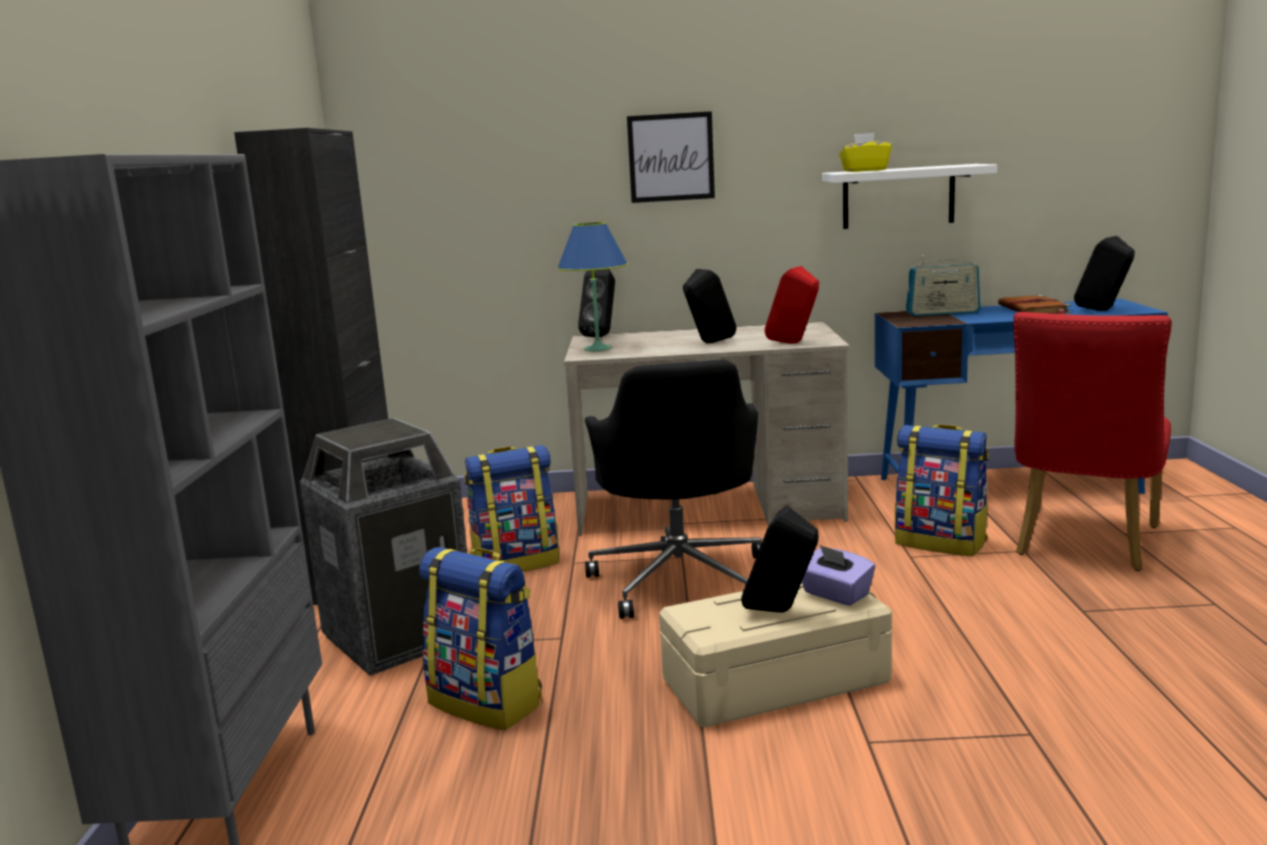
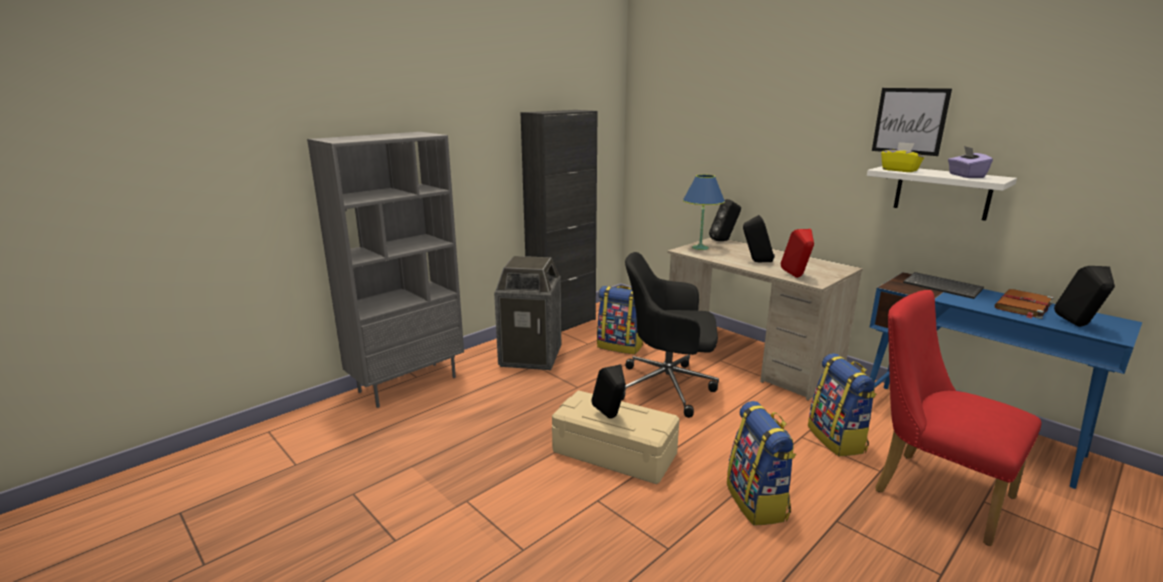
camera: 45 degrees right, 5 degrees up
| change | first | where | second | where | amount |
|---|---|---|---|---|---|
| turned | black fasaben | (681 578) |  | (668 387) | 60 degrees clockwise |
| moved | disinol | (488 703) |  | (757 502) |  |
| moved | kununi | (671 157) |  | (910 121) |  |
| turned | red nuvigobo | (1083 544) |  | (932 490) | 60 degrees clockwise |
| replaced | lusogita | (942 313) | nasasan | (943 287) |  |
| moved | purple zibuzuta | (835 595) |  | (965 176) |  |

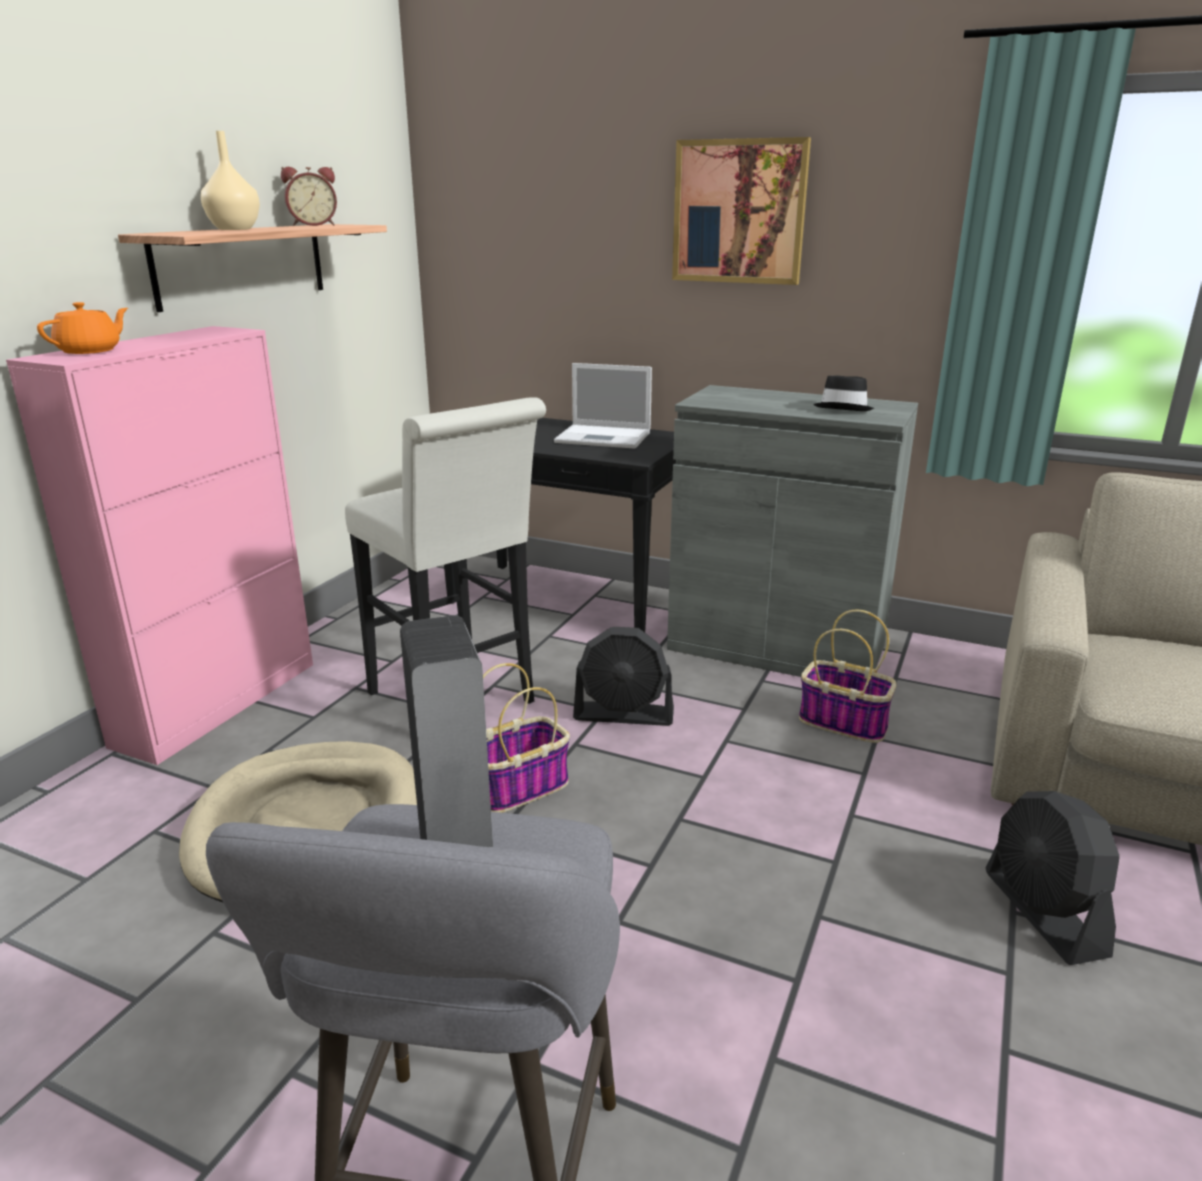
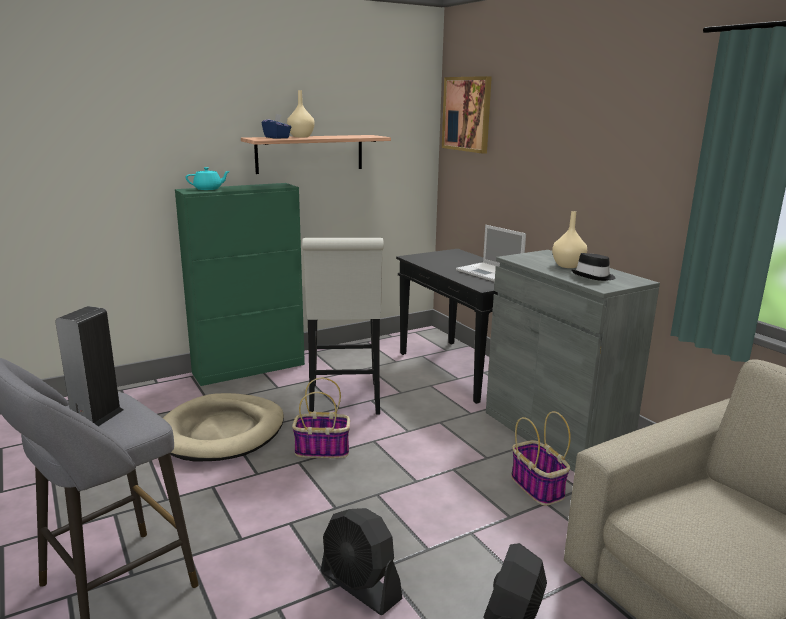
camera: 35 degrees right, 5 degrees down
| change | first | where | second | where | amount |
|---|---|---|---|---|---|
| recoloured | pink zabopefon | (219 702) | green zabopefon | (250 368) |  |
| recoloured | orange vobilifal | (90 351) | turquoise vobilifal | (208 189) |  |
| added |  |  | blue zibuzuta | (277 137) |  |
| moved | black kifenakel | (624 714) |  | (360 586) |  |
| moved | kununi | (739 212) |  | (467 114) |  |
| added |  |  | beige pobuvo | (568 266) |  |
| removed | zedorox | (313 225) |  |  |  |

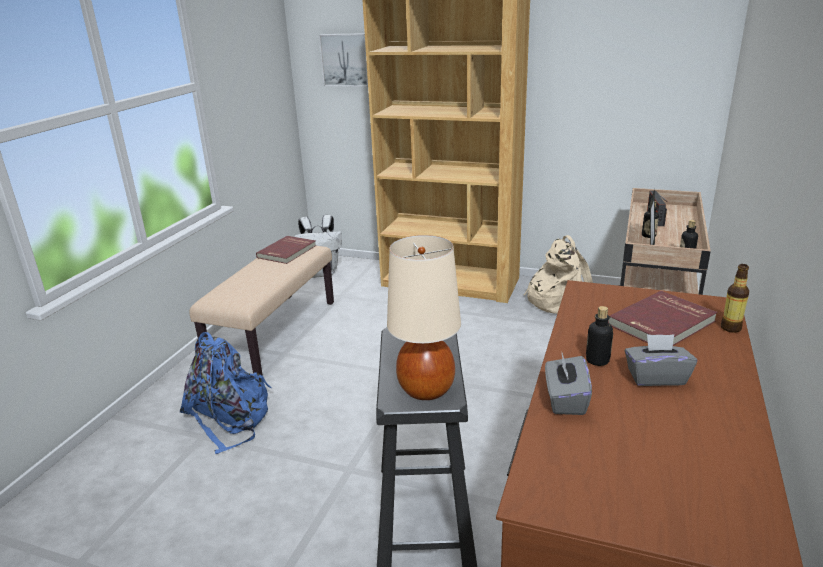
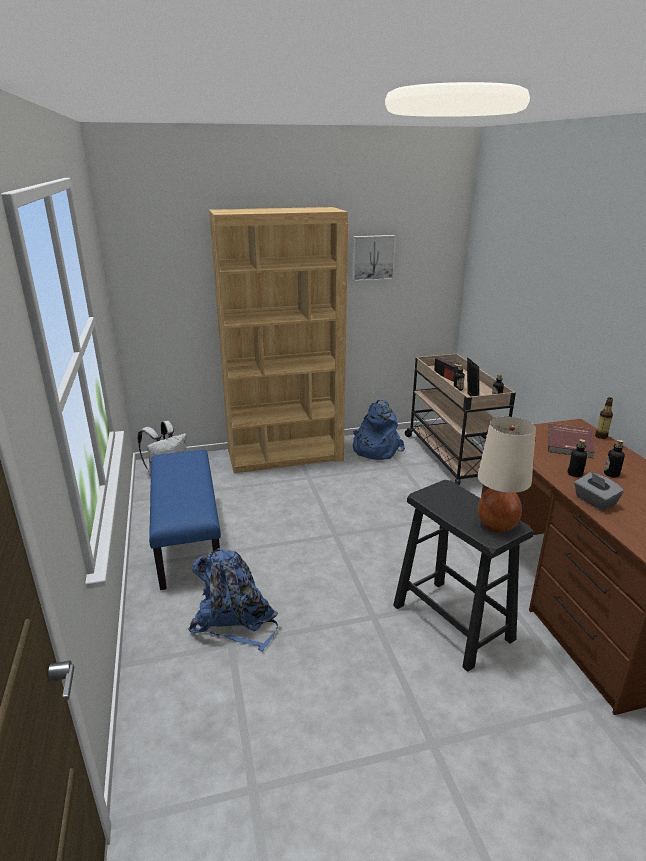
camera: 35 degrees left, 0 degrees up
| change | first | where | second | where | amount |
|---|---|---|---|---|---|
| recoloured | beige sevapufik | (274 333) | blue sevapufik | (187 539) |  |
| moved | kununi | (346 60) |  | (372 257) |  |
| recoloured | beige disinol | (558 300) | blue disinol | (374 449) |  |
| replaced | grey zibuzuta | (656 377) | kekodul | (611 474) |  |
| removed | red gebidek | (287 252) |  |  |  |

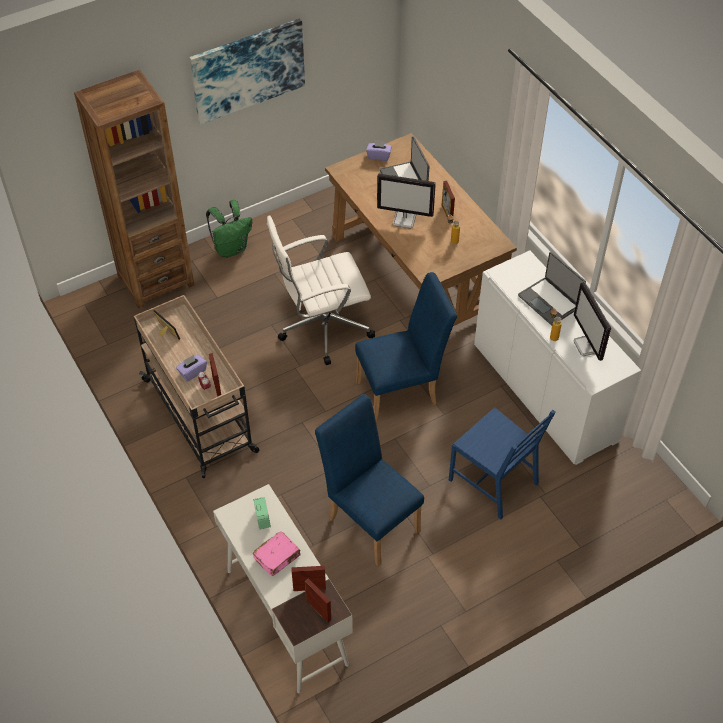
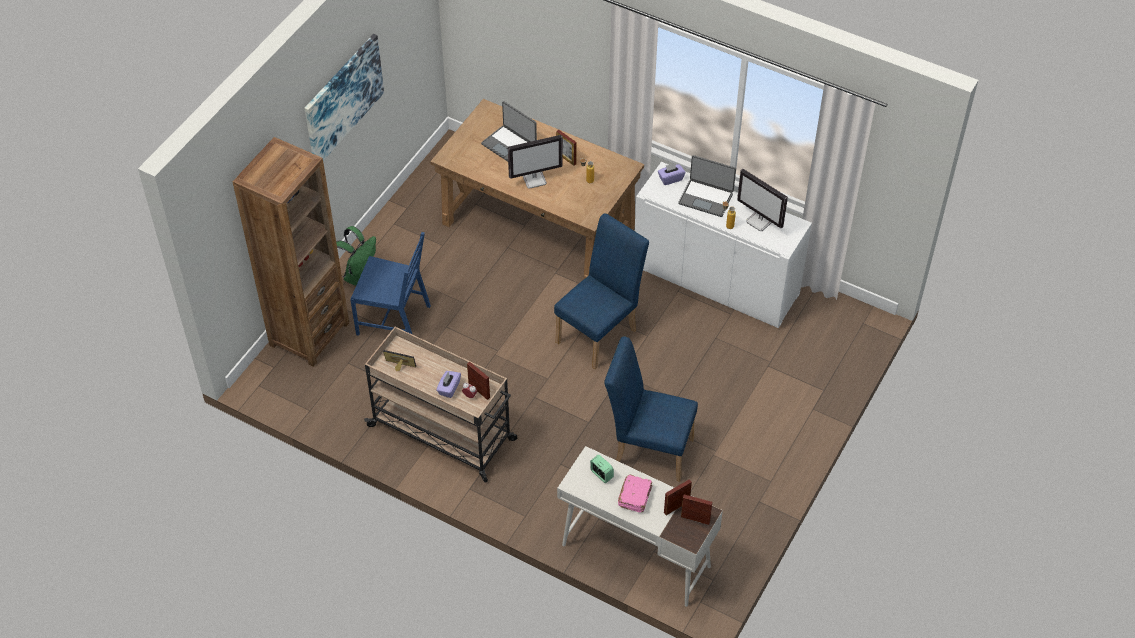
camera: 30 degrees left, 0 degrees up
| change | first | where | second | where | amount |
|---|---|---|---|---|---|
| moved | blue nuvigobo | (494 481) |  | (394 319) |  |
| moved | purple zibuzuta | (379 156) |  | (670 179) |  |
| removed | white fasaben | (322 327) |  |  |  |

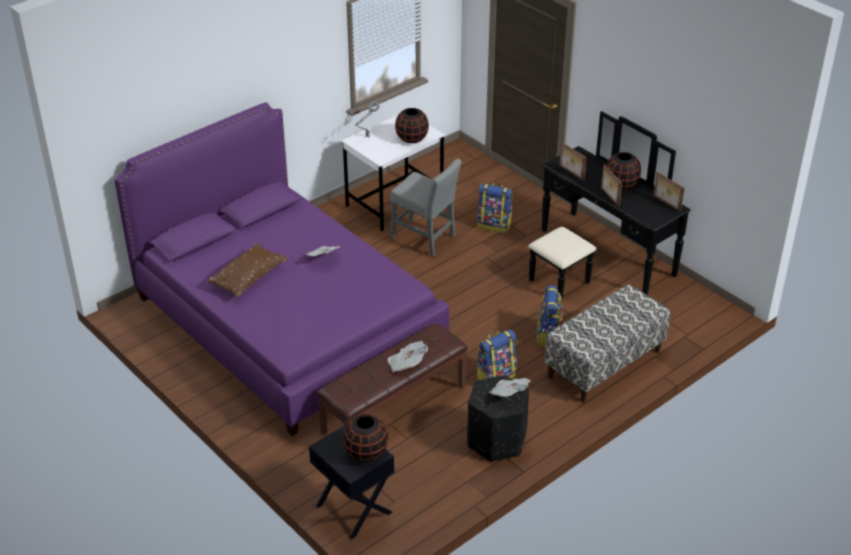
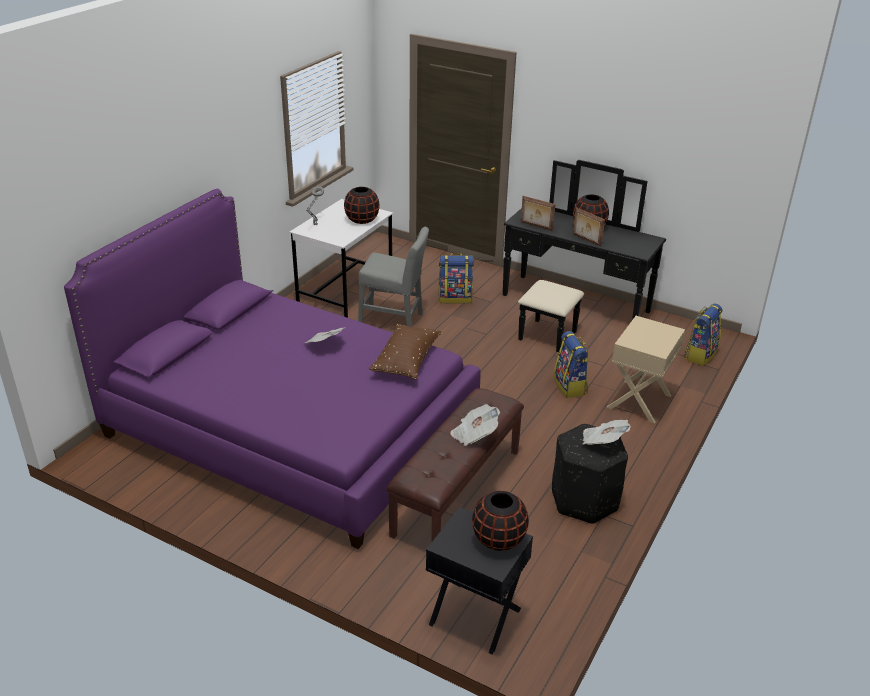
camera: 20 degrees left, 5 degrees down
| change | first | where | second | where | amount |
|---|---|---|---|---|---|
| moved | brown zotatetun | (248 278) |  | (406 361) |  |
| replaced | sevapufik | (604 364) | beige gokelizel | (640 401) |  |
| moved | disinol | (495 377) |  | (700 354) |  |
| removed | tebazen | (666 204) |  |  |  |

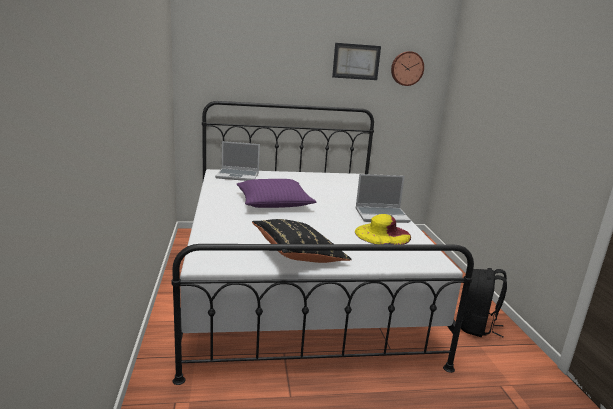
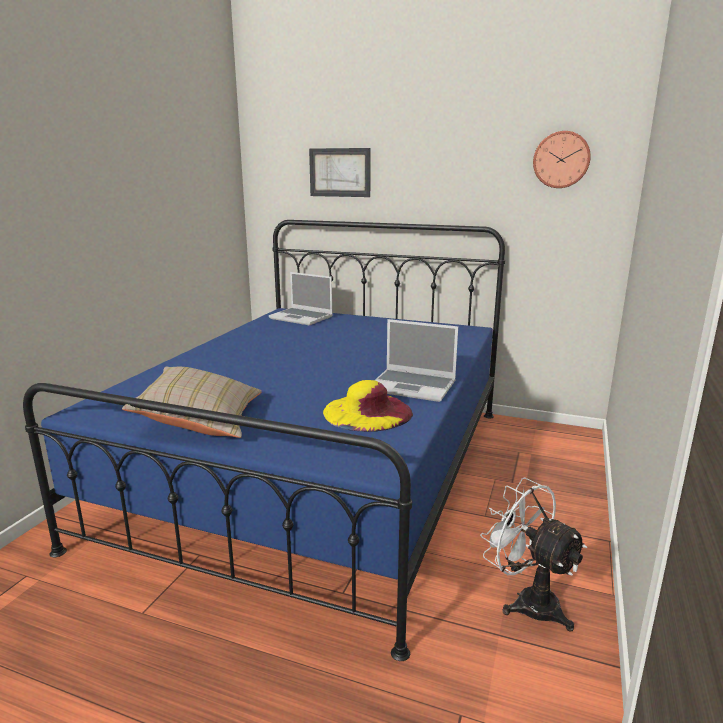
camera: 30 degrees right, 0 degrees up
| change | first | where | second | where | amount |
|---|---|---|---|---|---|
| recoloured | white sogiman | (297 283) | blue sogiman | (319 469) |  |
| recoloured | black zotatetun | (298 255) | beige zotatetun | (201 421) |  |
| moved | kununi | (356 61) |  | (340 172) |  |
| replaced | black disinol | (475 326) | white kifenakel | (527 601) |  |
| removed | purple zotatetun | (273 202) |  |  |  |

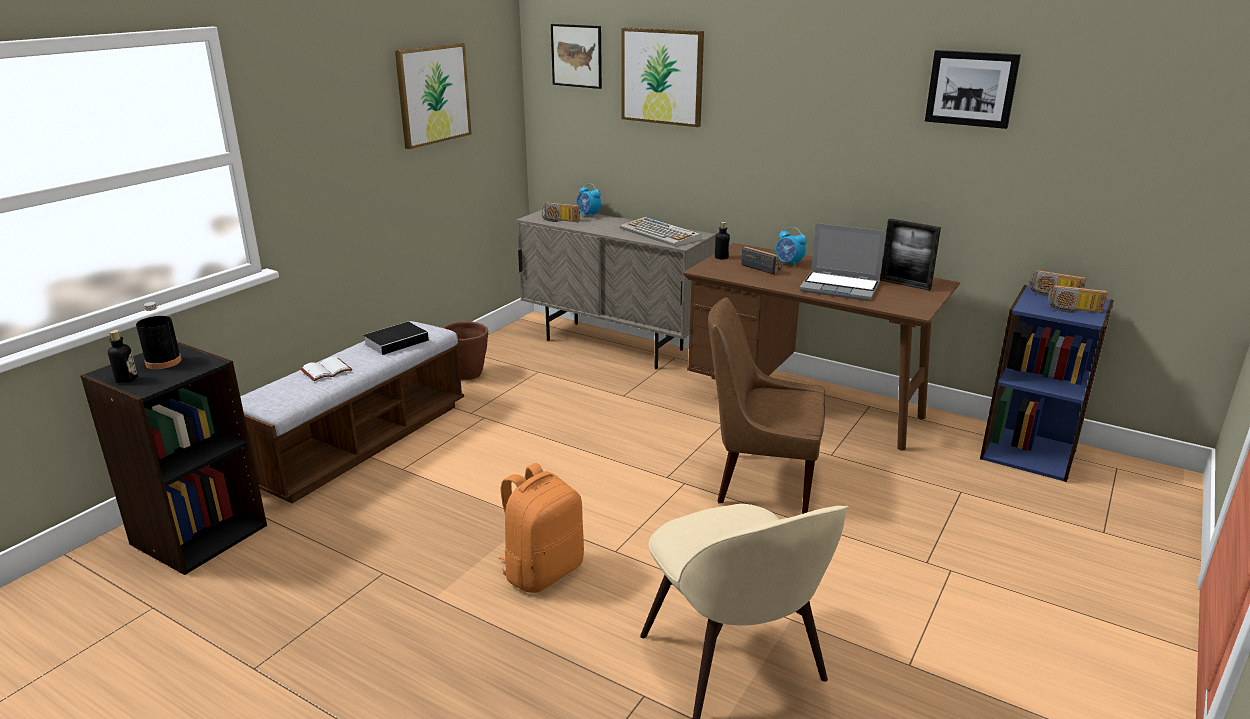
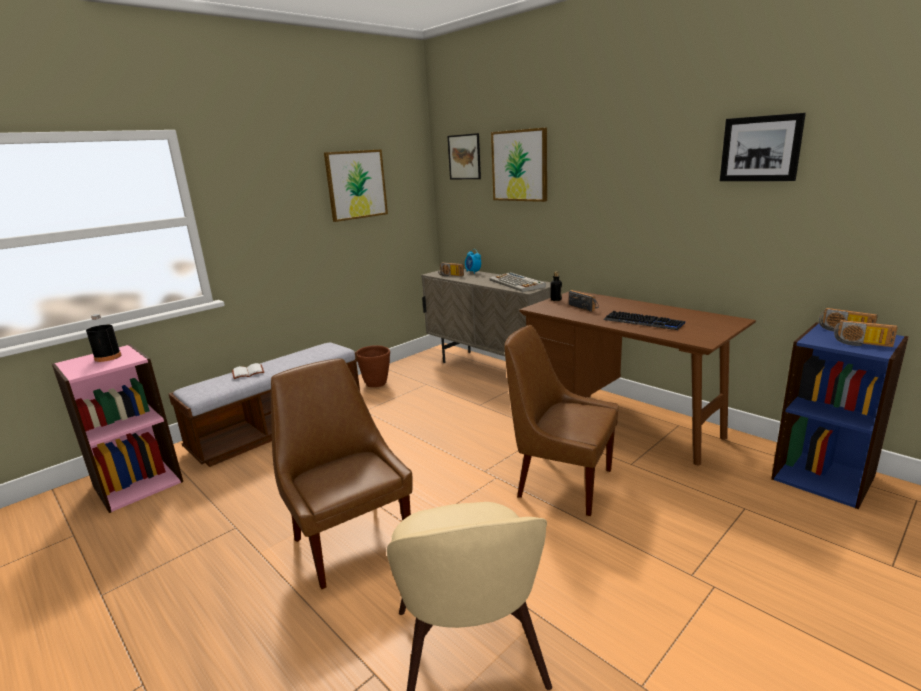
camera: 15 degrees right, 5 degrees down
| change | first | where | second | where | amount |
|---|---|---|---|---|---|
| recoloured | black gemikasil | (198 534) | pink gemikasil | (138 483) |  |
| replaced | orange disinol | (542 571) | brown nuvigobo | (350 540) |  |
| replaced | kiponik | (841 287) | nasasan | (643 322) |  |
| removed | kekodul | (127 379) |  |  |  |
| removed | gebidek | (397 341) |  |  |  |
| removed | zedorox | (789 264) |  |  |  |
| removed | tebazen | (905 284) |  |  |  |

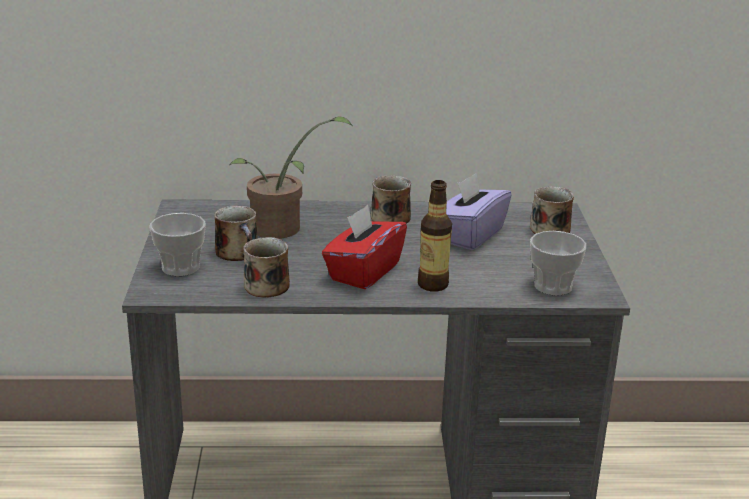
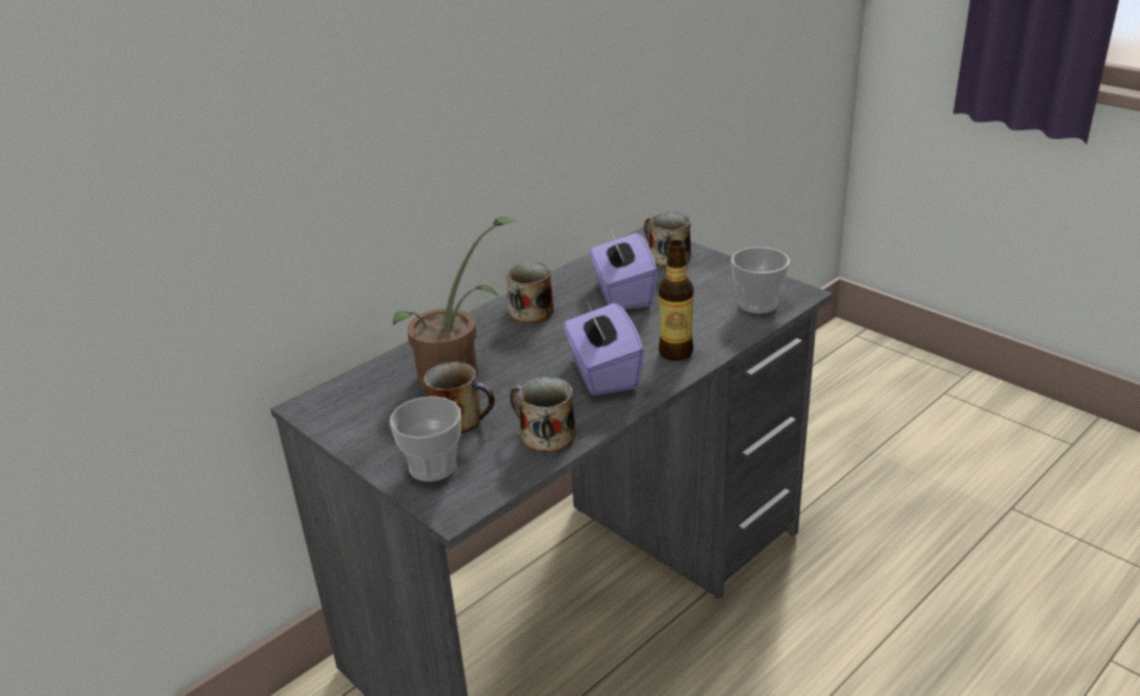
camera: 40 degrees left, 5 degrees up
| change | first | where | second | where | amount |
|---|---|---|---|---|---|
| recoloured | red zibuzuta | (363 272) | purple zibuzuta | (603 373) |  |

